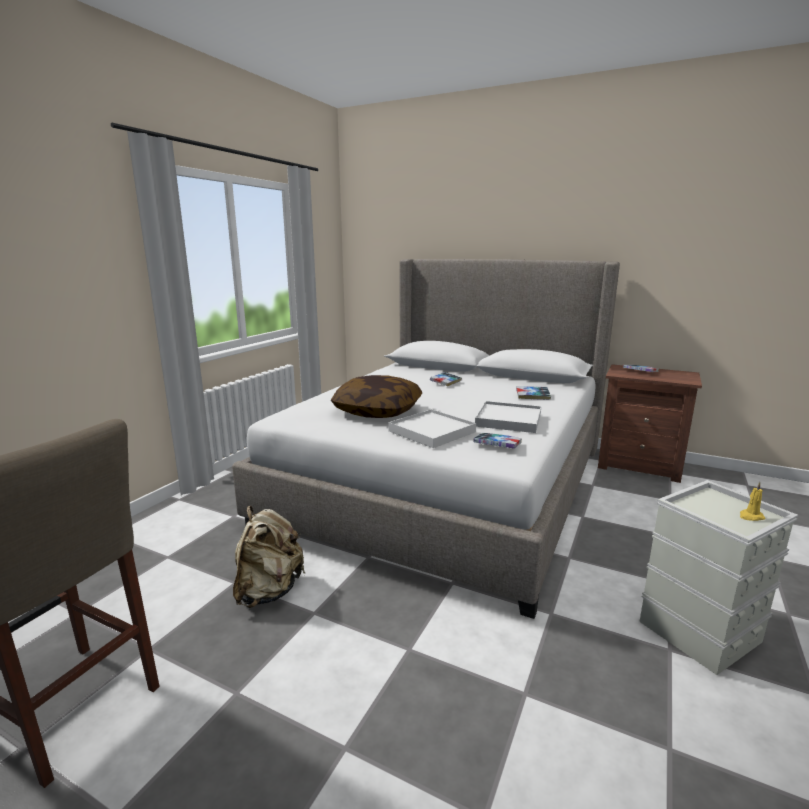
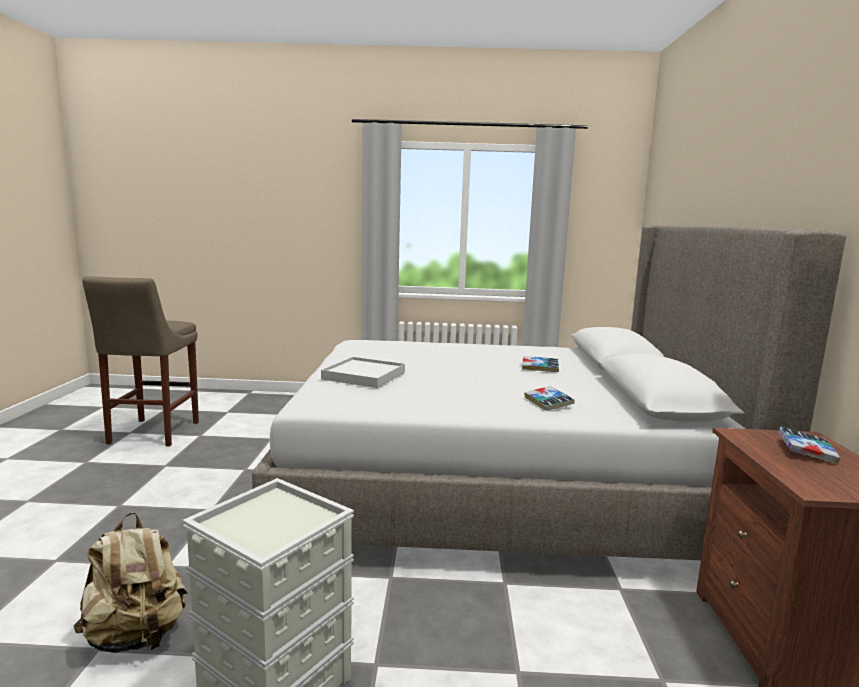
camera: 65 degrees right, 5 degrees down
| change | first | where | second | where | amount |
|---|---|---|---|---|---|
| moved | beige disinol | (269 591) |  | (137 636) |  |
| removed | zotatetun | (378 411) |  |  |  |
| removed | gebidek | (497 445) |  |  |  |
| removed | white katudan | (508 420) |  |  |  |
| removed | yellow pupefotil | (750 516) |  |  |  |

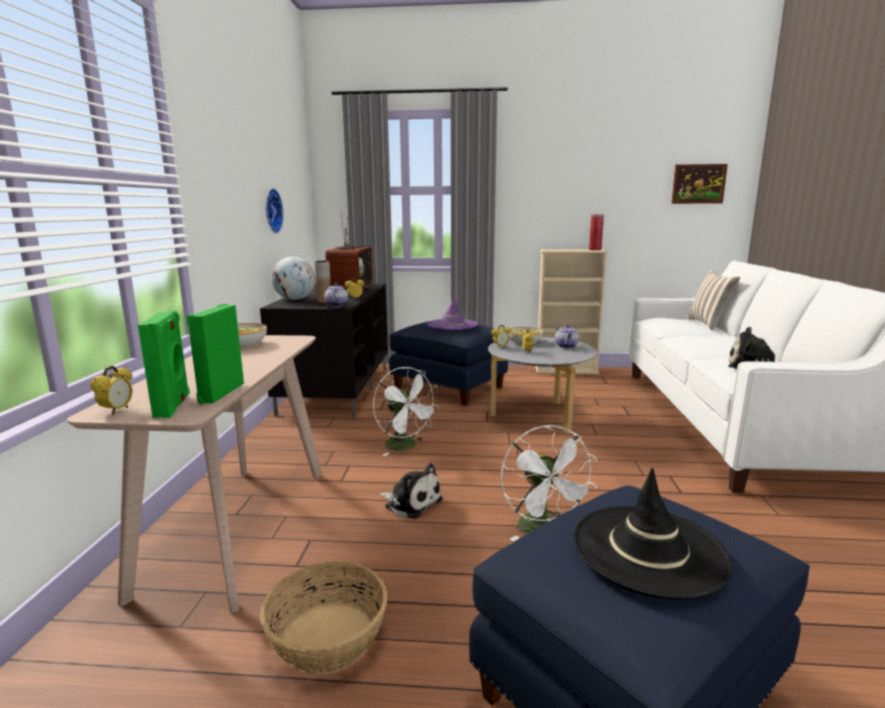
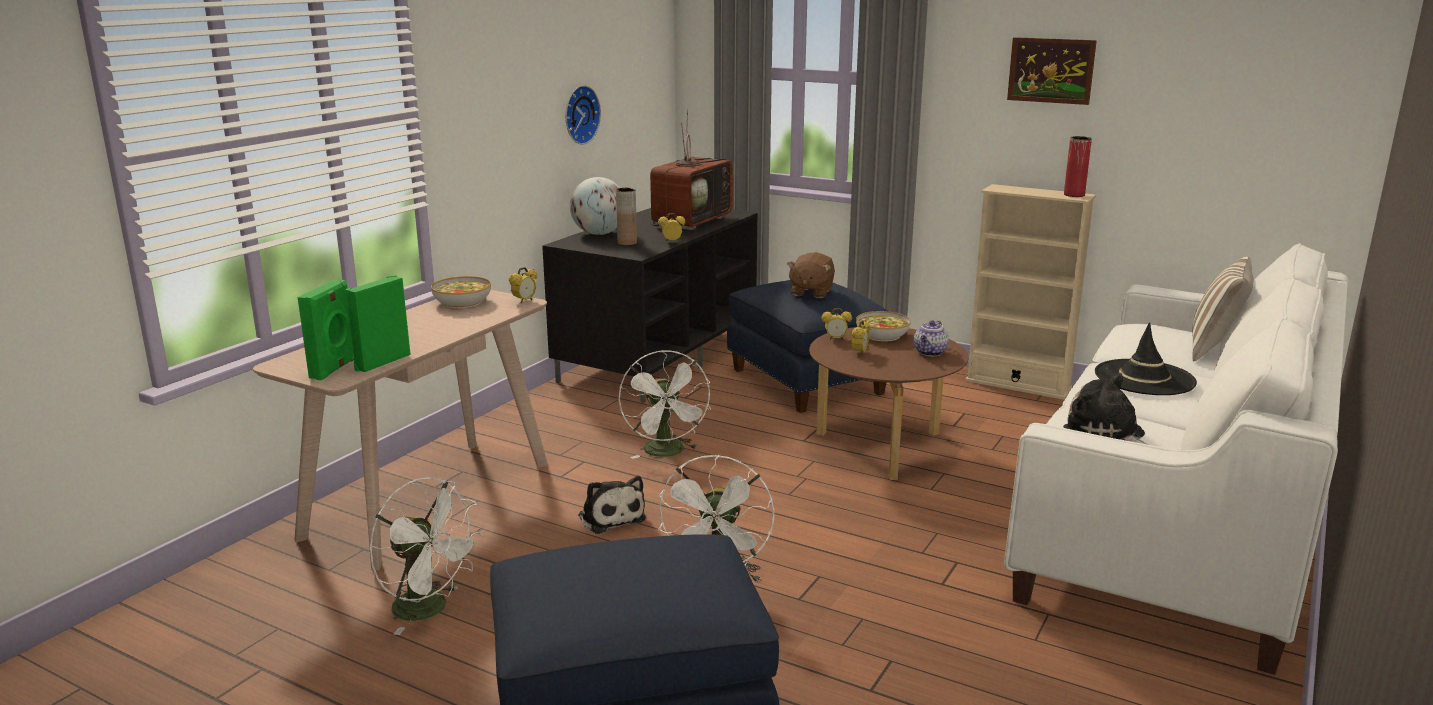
camera: 25 degrees right, 5 degrees up
| change | first | where | second | where | amount |
|---|---|---|---|---|---|
| replaced | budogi | (327 636) | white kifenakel | (430 609) |  |
| moved | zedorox | (117 411) |  | (524 301) |  |
| replaced | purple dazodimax | (452 325) | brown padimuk | (811 292) |  |
| recoloured | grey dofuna | (538 416) | brown dofuna | (882 447) |  |
| moved | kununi | (698 184) |  | (1051 70) |  |
| moved | black dazodimax | (648 550) |  | (1144 378) |  |
| removed | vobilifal | (336 305) |  |  |  |

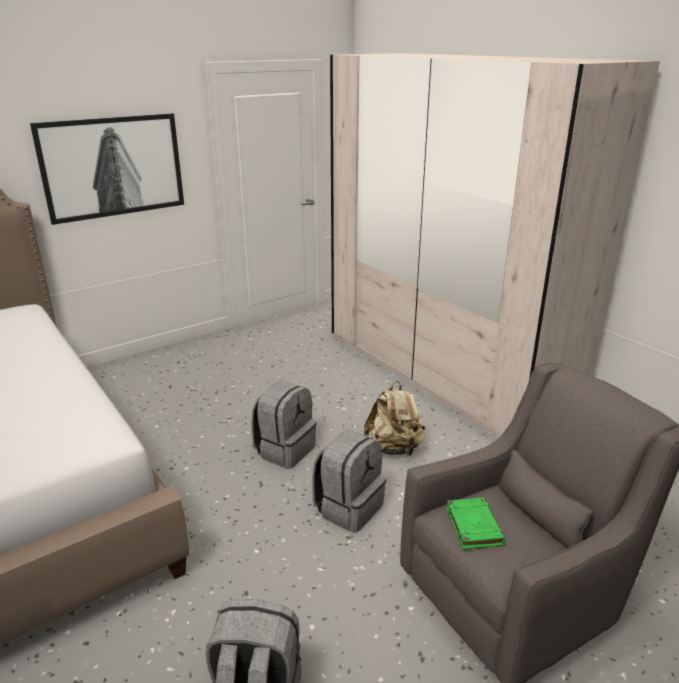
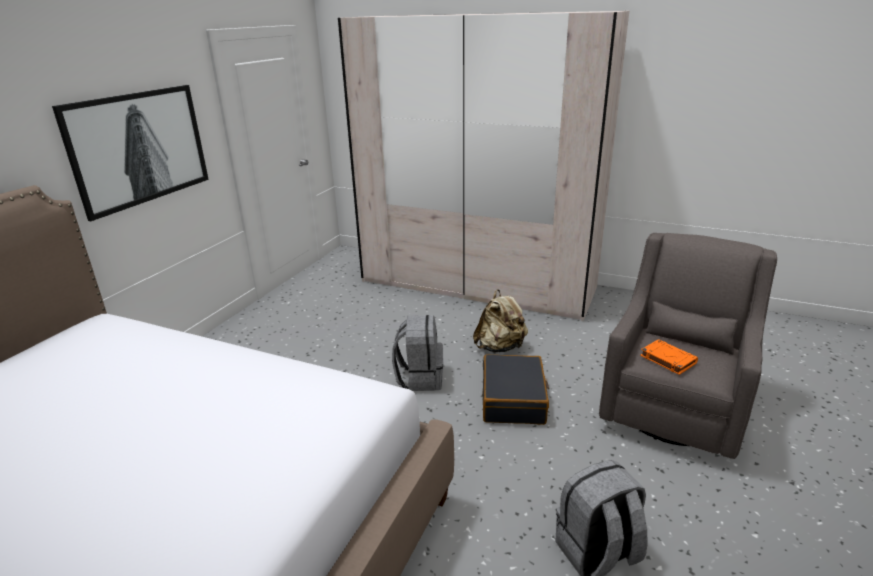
camera: 30 degrees left, 0 degrees up
| change | first | where | second | where | amount |
|---|---|---|---|---|---|
| replaced | grey disinol | (348 508) | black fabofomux | (513 399) |  |
| recoloured | green gebidek | (473 526) | orange gebidek | (667 359) |  |

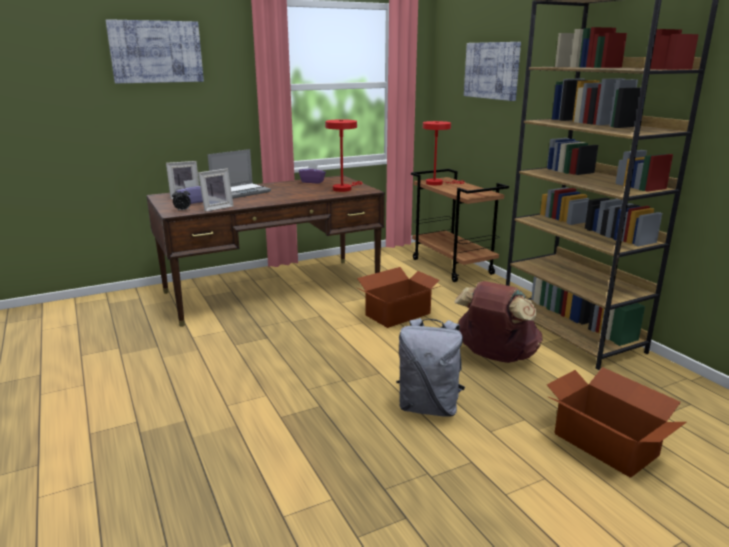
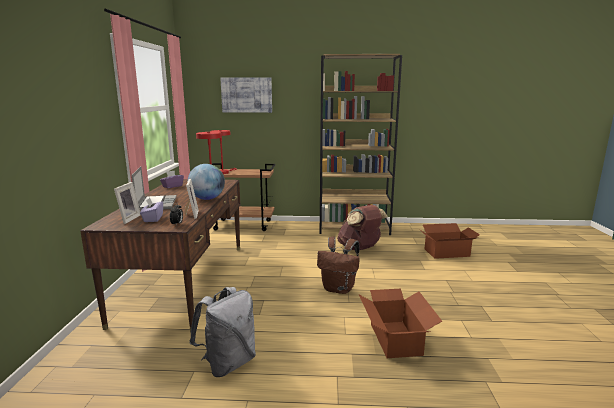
camera: 60 degrees left, 5 degrees down
| change | first | where | second | where | amount |
|---|---|---|---|---|---|
| added |  |  | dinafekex | (207 199) |  |
| moved | grey disinol | (429 407) |  | (228 363) |  |
| added |  |  | brown disinol | (339 289) |  |
| moved | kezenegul | (399 314) |  | (396 338) |  |
| removed | kununi | (156 52) |  |  |  |

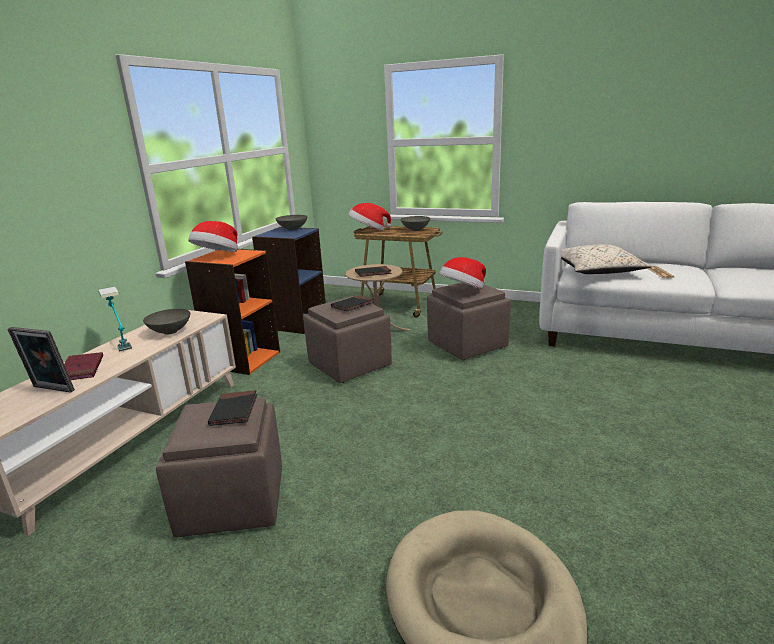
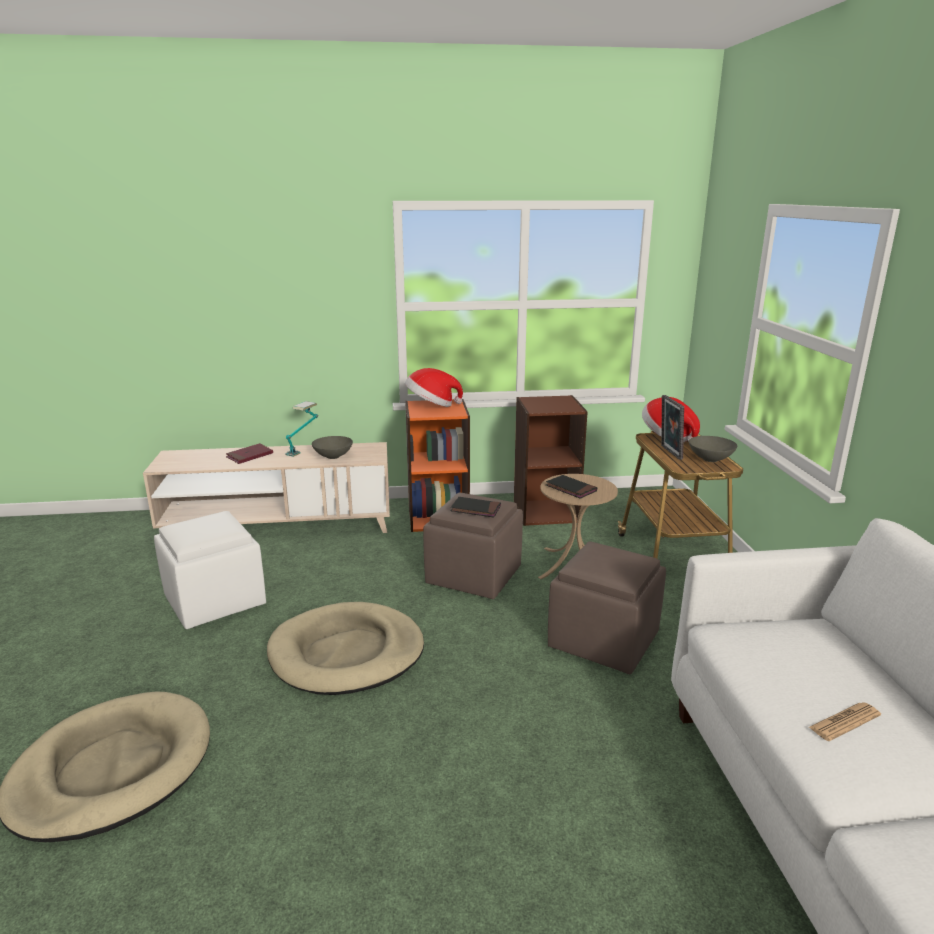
camera: 60 degrees right, 0 degrees up
| change | first | where | second | where | amount |
|---|---|---|---|---|---|
| recoloured | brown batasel | (232 501) | white batasel | (215 600) |  |
| added |  |  | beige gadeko | (347 653) |  |
| recoloured | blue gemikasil | (296 323) | brown gemikasil | (545 511) |  |
| moved | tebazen | (51 390) |  | (669 452) |  |
| removed | black gebidek | (234 410) |  |  |  |
| removed | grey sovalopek | (293 229) |  |  |  |
| removed | dazodimax | (463 291) |  |  |  |
| removed | beige zotatetun | (597 271) |  |  |  |

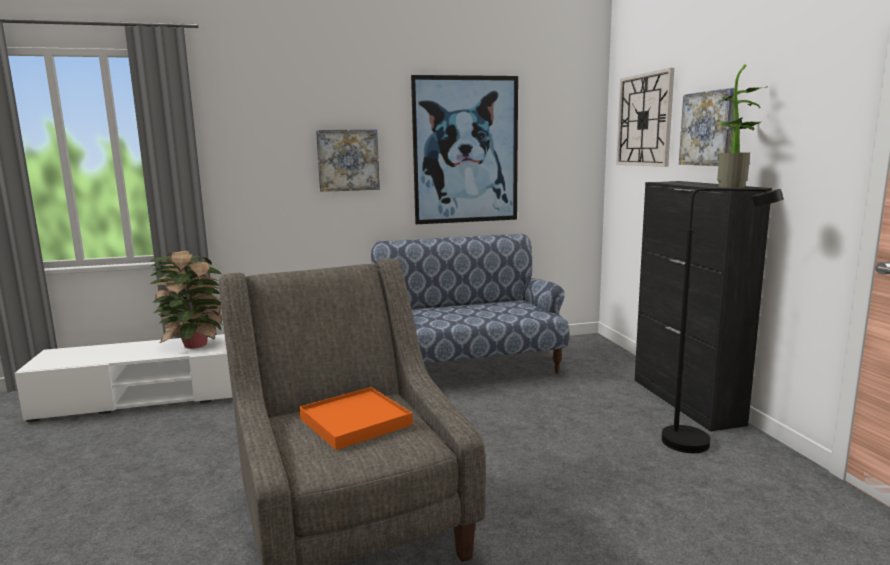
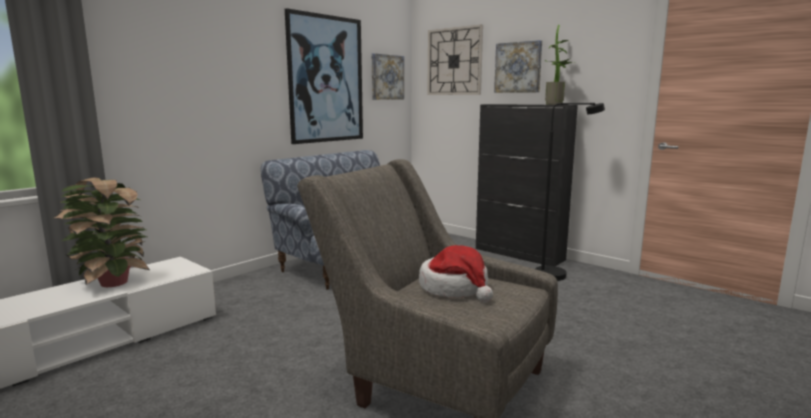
camera: 35 degrees left, 0 degrees up
| change | first | where | second | where | amount |
|---|---|---|---|---|---|
| moved | kununi | (348 160) |  | (387 77) |  |
| replaced | orange katudan | (355 421) | dazodimax | (455 288) |  |

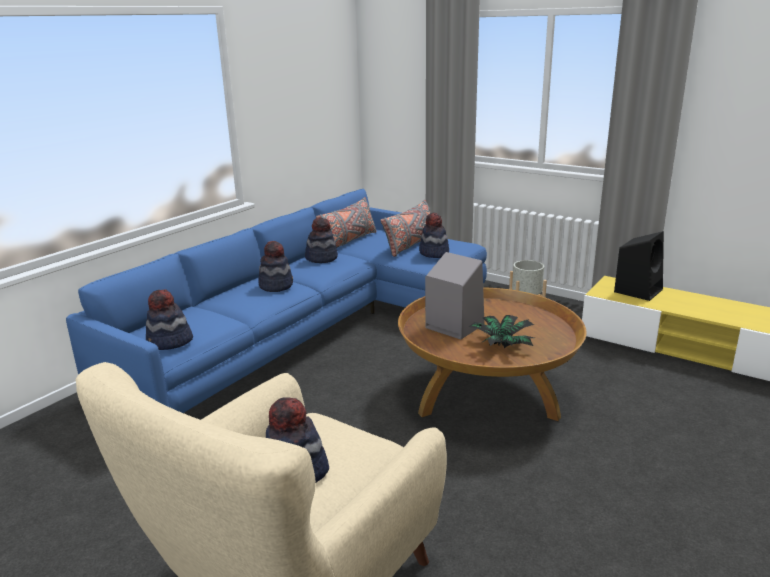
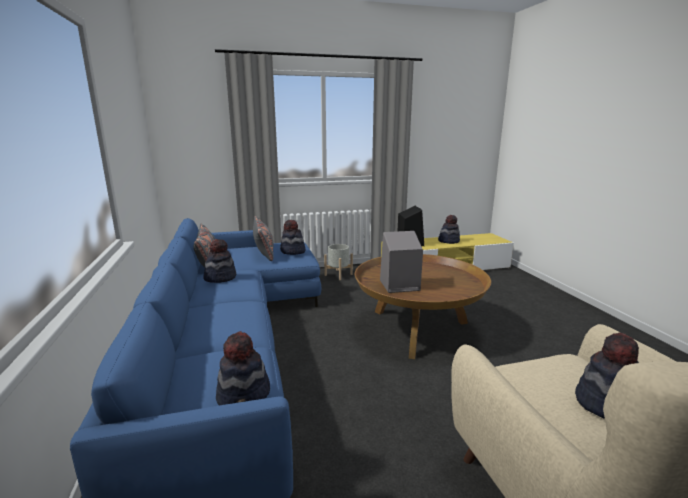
camera: 50 degrees left, 5 degrees down
| change | first | where | second | where | amount |
|---|---|---|---|---|---|
| moved | dazodimax | (276 285) |  | (448 241) |  |
| removed | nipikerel | (501 345) |  |  |  |

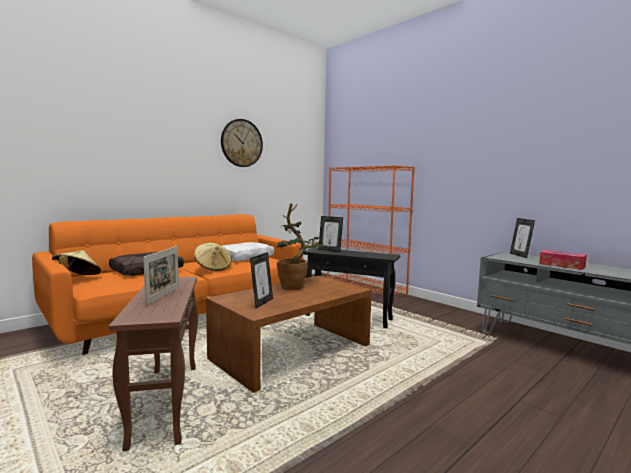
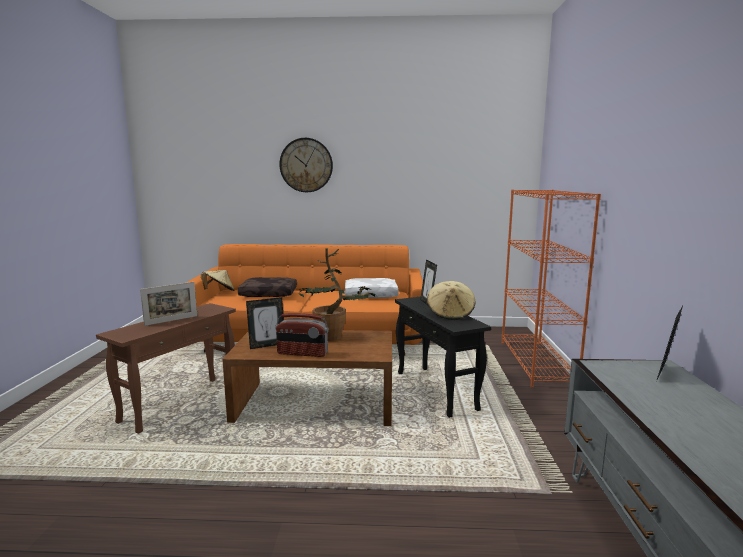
camera: 45 degrees right, 5 degrees up
| change | first | where | second | where | amount |
|---|---|---|---|---|---|
| added |  |  | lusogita | (302 353) |  |
| moved | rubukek | (241 143) |  | (306 165) |  |
| moved | beige dazodimax | (213 268) |  | (450 314) |  |
| removed | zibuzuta | (562 265) |  |  |  |

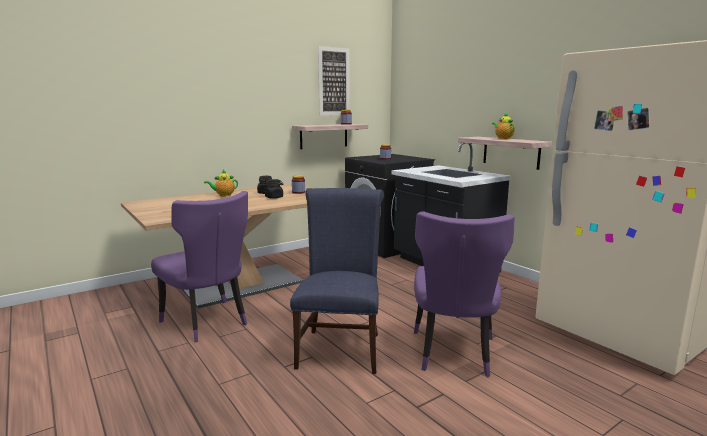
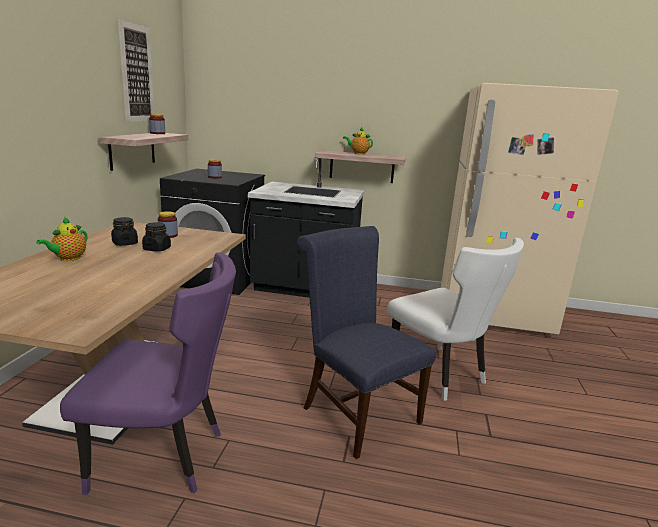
camera: 45 degrees left, 5 degrees up
| change | first | where | second | where | amount |
|---|---|---|---|---|---|
| recoloured | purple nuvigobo | (453 354) | white nuvigobo | (440 375) |  |

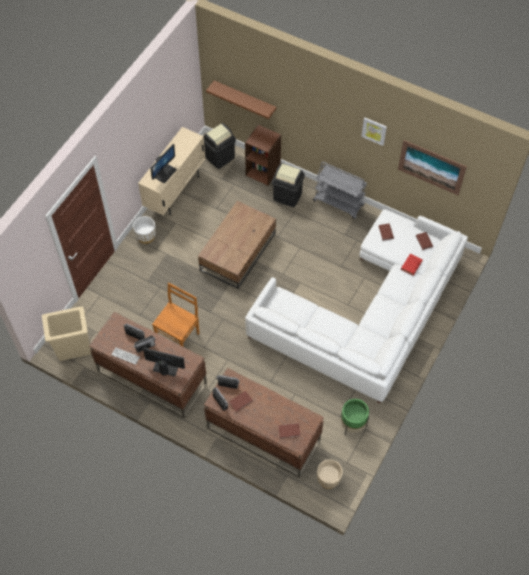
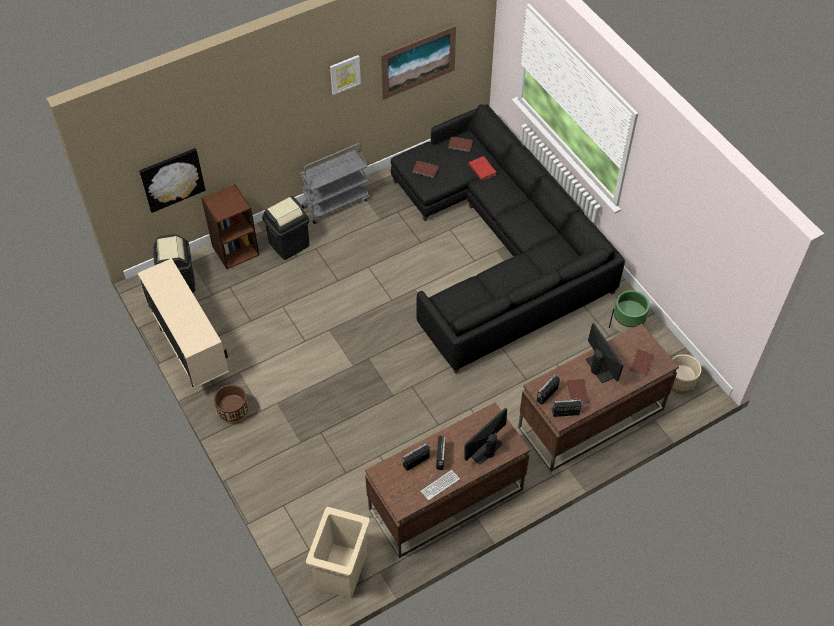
camera: 60 degrees left, 5 degrees down
| change | first | where | second | where | amount |
|---|---|---|---|---|---|
| replaced | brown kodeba | (245 99) | kununi | (172 179) |  |
| recoloured | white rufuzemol | (146 236) | brown rufuzemol | (233 413) |  |
| recoloured | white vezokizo | (368 315) | black vezokizo | (499 249) |  |
| moved | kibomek | (164 173) |  | (601 367) |  |
| removed | brown nuvigobo | (178 336) |  |  |  |
| removed | brown dofuna | (238 252) |  |  |  |

